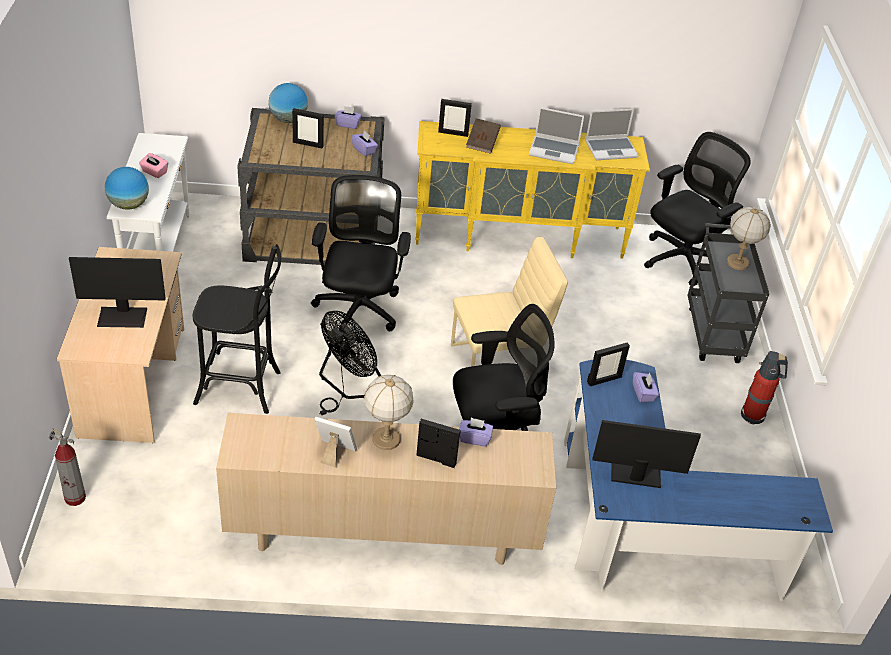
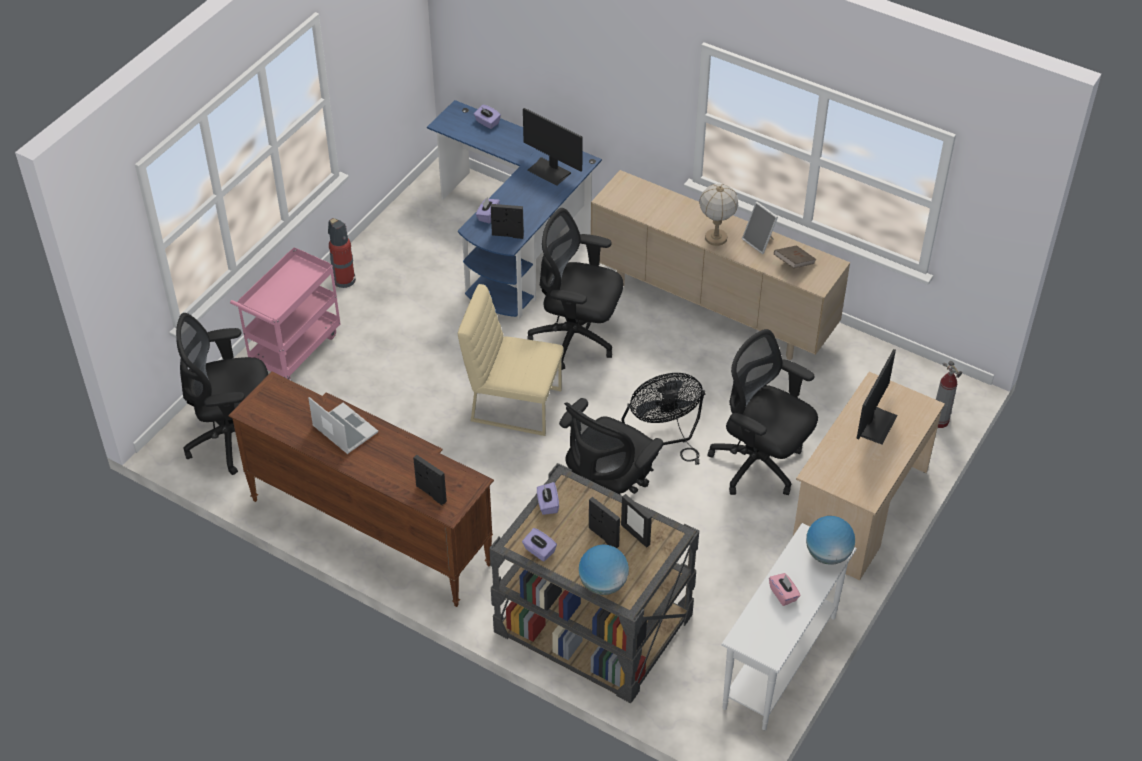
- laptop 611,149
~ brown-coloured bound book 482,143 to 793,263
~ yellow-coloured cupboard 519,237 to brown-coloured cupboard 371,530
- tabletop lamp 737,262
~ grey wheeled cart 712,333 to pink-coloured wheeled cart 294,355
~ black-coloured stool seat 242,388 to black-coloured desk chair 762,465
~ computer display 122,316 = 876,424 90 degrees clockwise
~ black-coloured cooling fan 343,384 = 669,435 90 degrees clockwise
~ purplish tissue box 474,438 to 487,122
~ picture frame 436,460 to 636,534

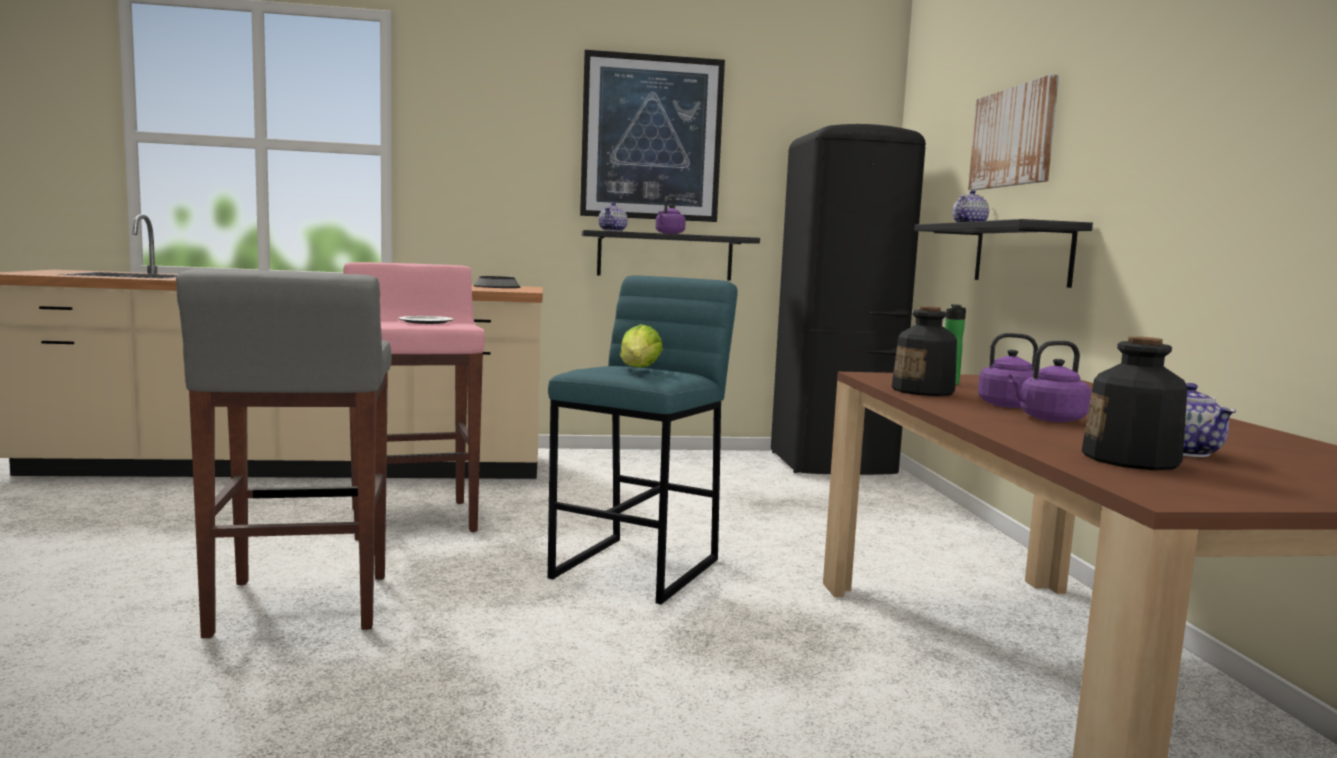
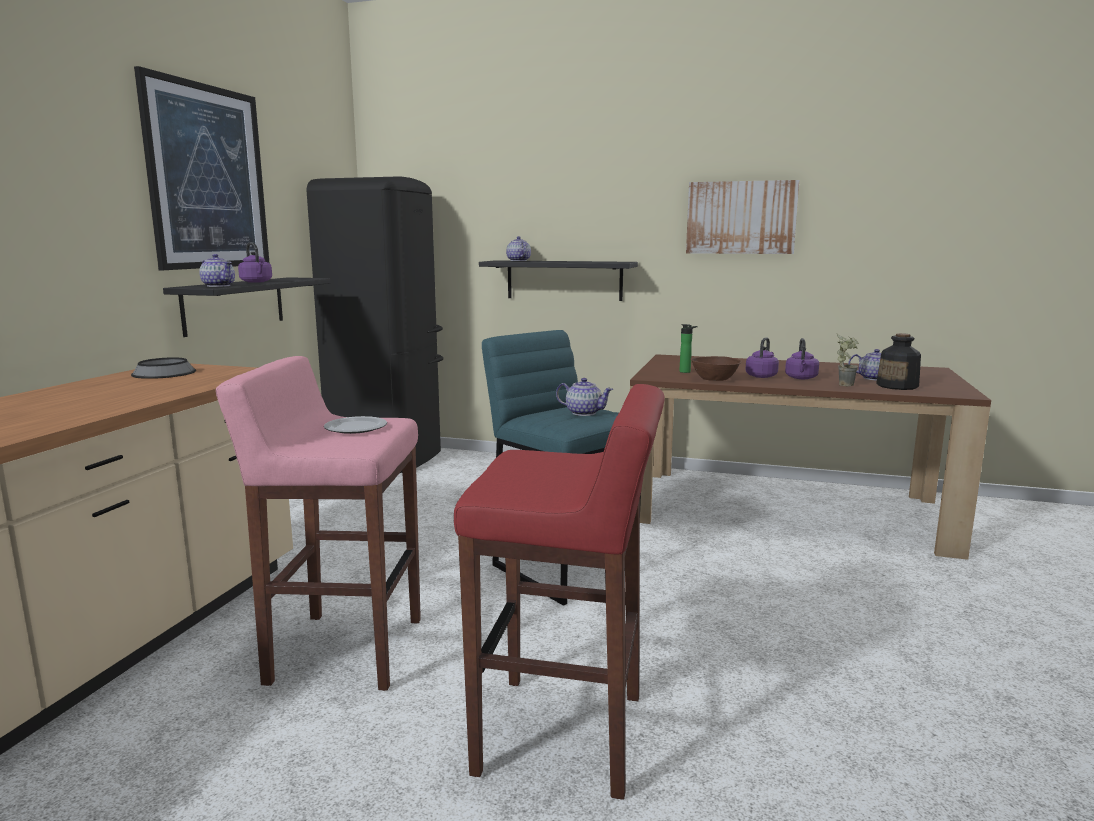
~ wall picture 1013,137 to 741,217
~ grey stool seat 300,607 to red stool seat 564,735
~ bottle 924,391 to brown-coloured bowl 715,379
~ lettuce 638,369 to pot for tea 583,412
+ potted plant 845,384

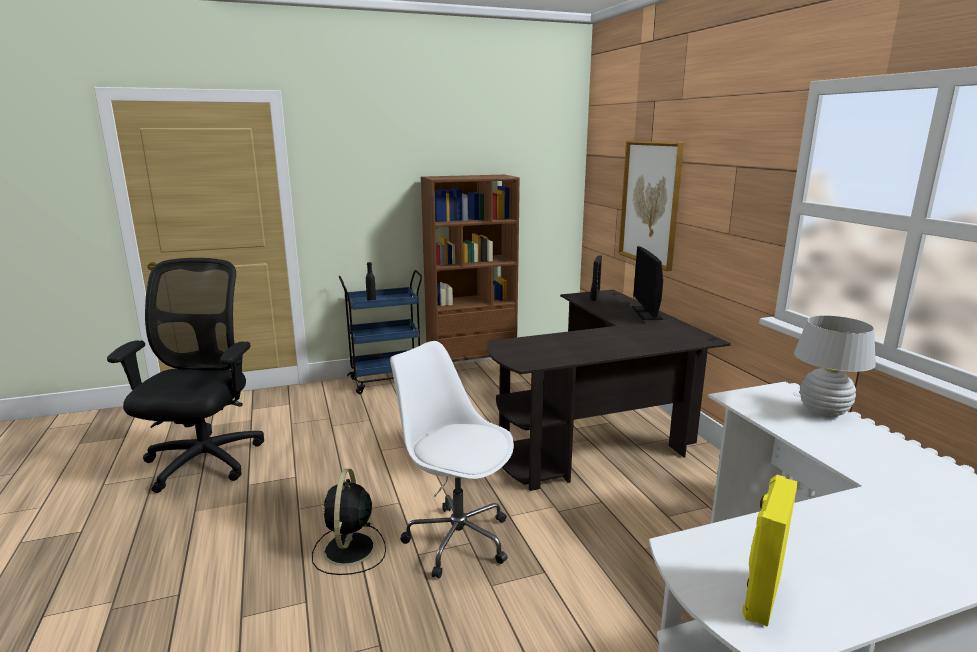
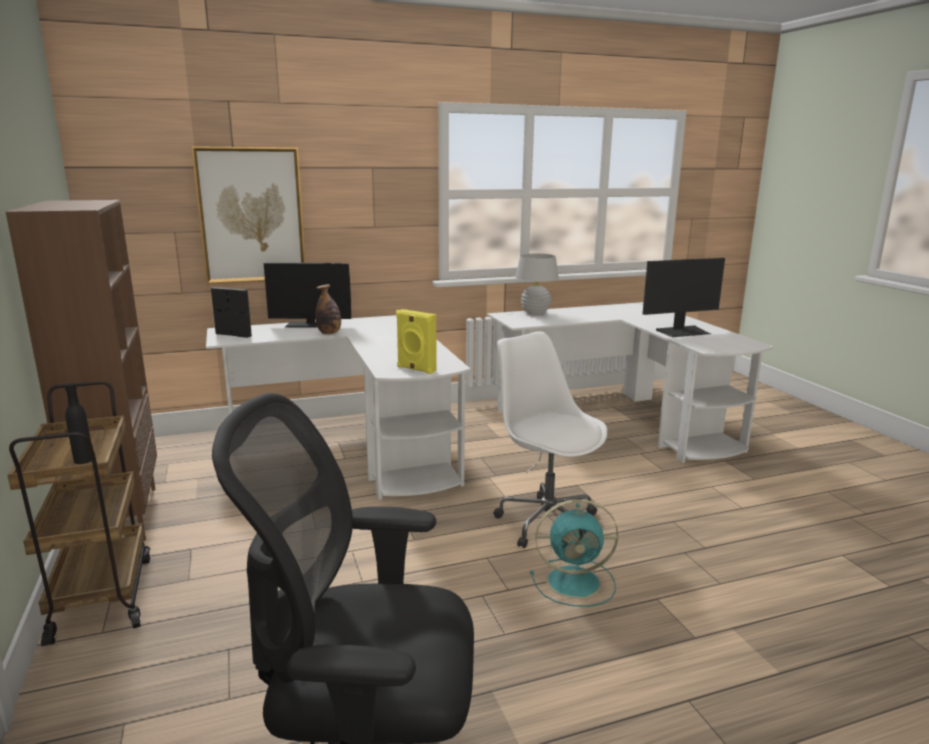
~ bluish wheeled cart 387,382 to brown-coloured wheeled cart 103,598
~ black-coloured desk unit 603,431 to white-coloured desk unit 357,446
~ white-coloured desk chair 456,539 = 545,522 105 degrees clockwise
~ black-coloured cooling fan 349,550 to turquoise cooling fan 576,582
~ yellow-coloured speaker 760,595 to 415,369
+ computer display 683,331
+ bottle 329,333

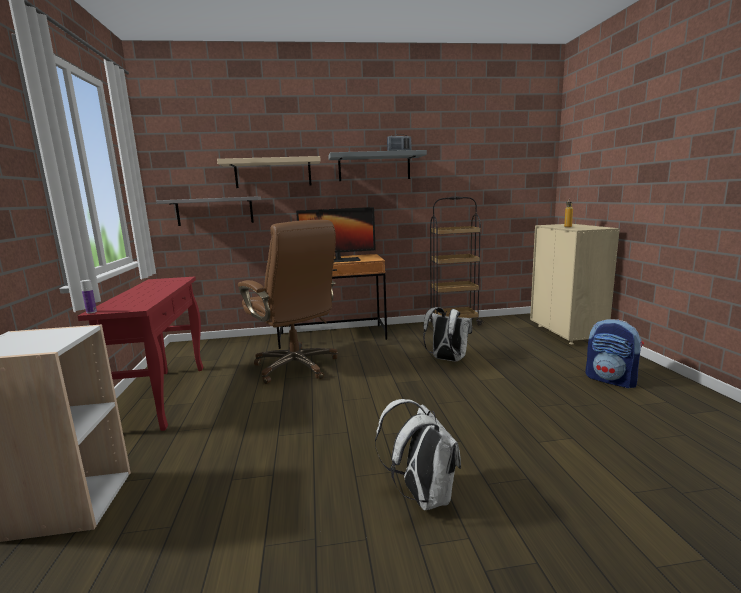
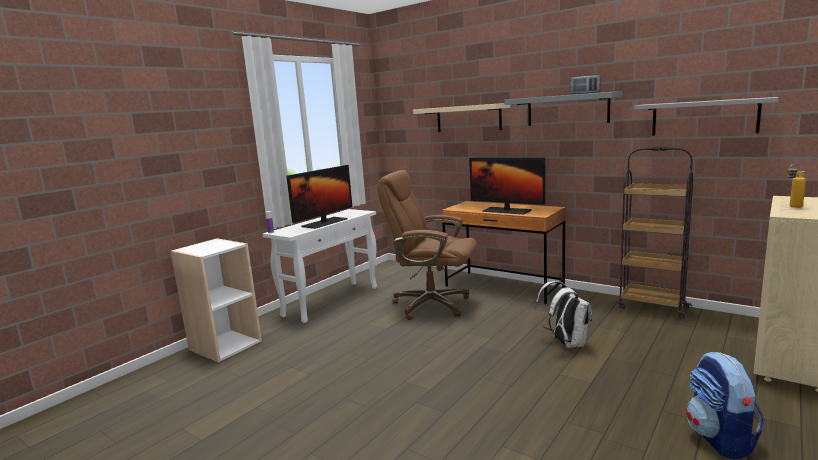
~ grey shelf 215,211 to 704,117
~ brown-coloured desk chair 294,366 = 433,305 105 degrees clockwise
~ red console table 164,397 to white-coloured console table 332,301
- white-coloured backpack 422,496
+ computer display 325,223

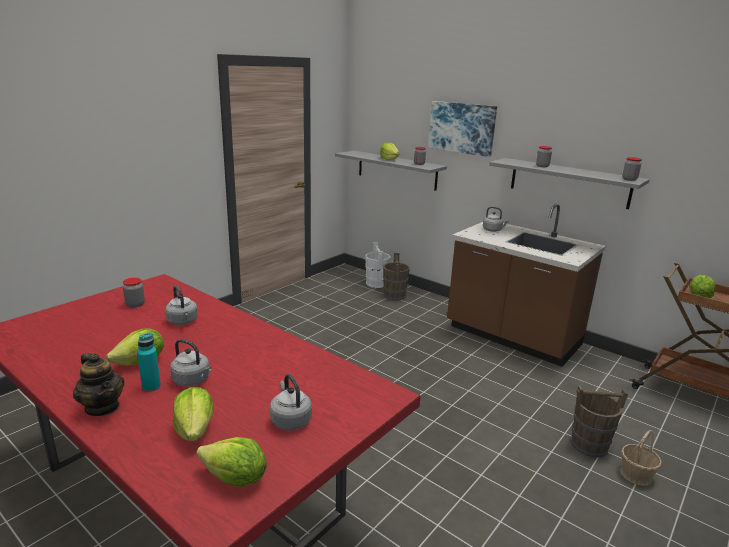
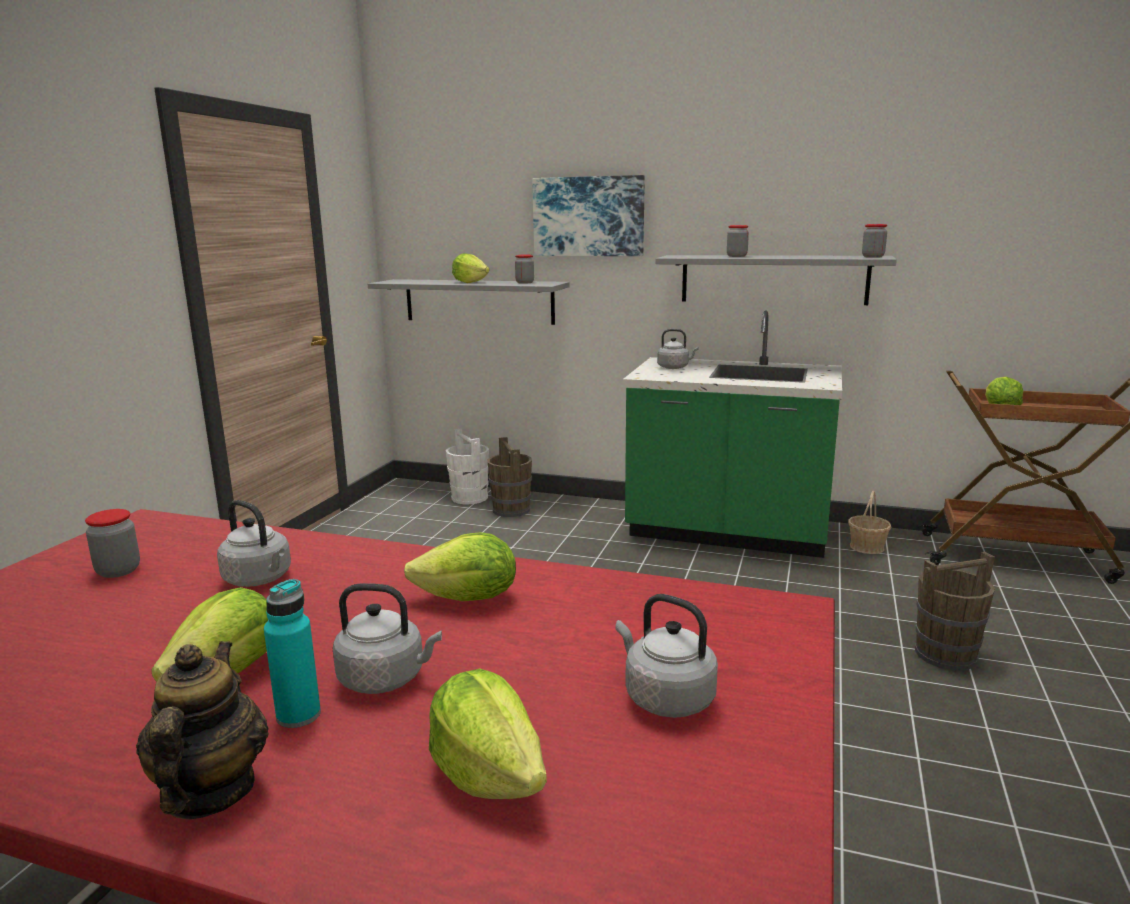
~ brown-coloured counter 512,337 to greenish counter 727,533
~ pot for tea 103,407 = 210,792 120 degrees counterclockwise
~ storage basket 636,474 to 867,547
~ lettuce 235,479 to 469,599

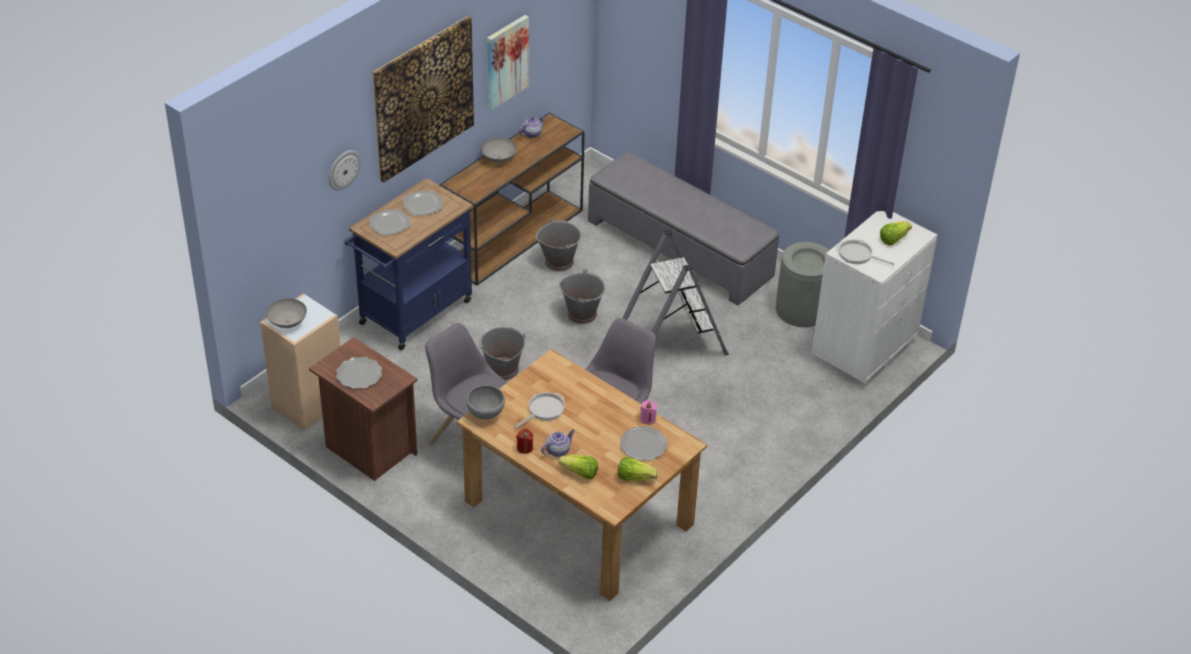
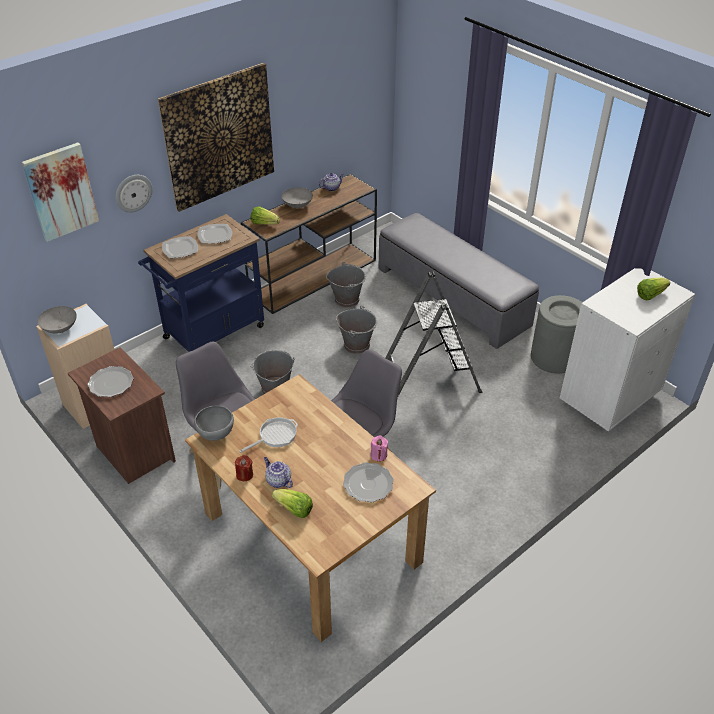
~ wall picture 506,61 to 61,191
- skillet 857,255
~ pot for tea 558,450 = 278,481 105 degrees counterclockwise
~ lettuce 634,477 to 264,223

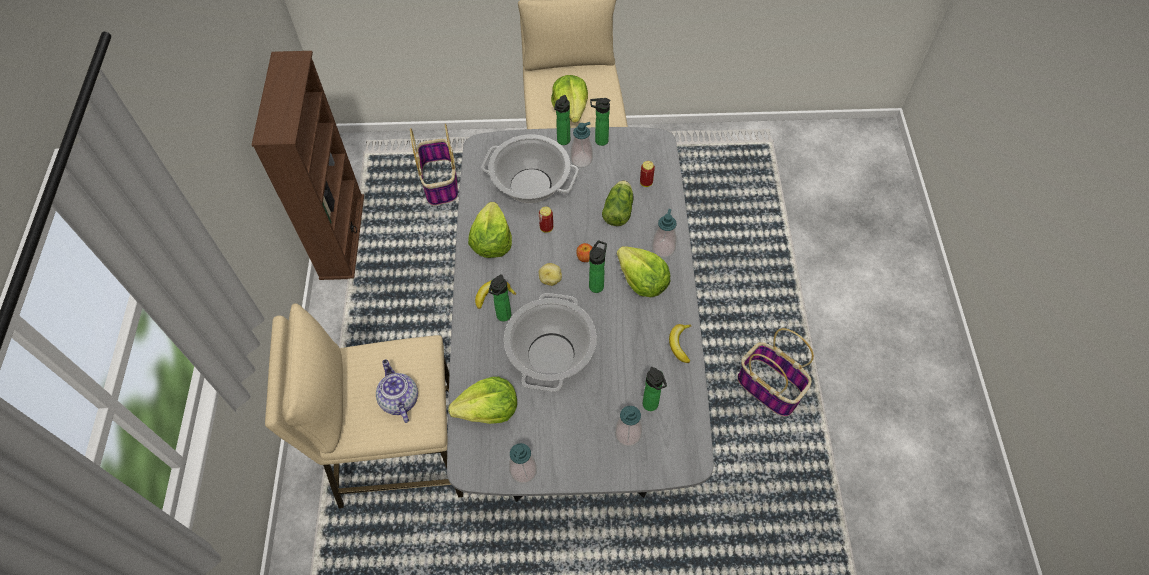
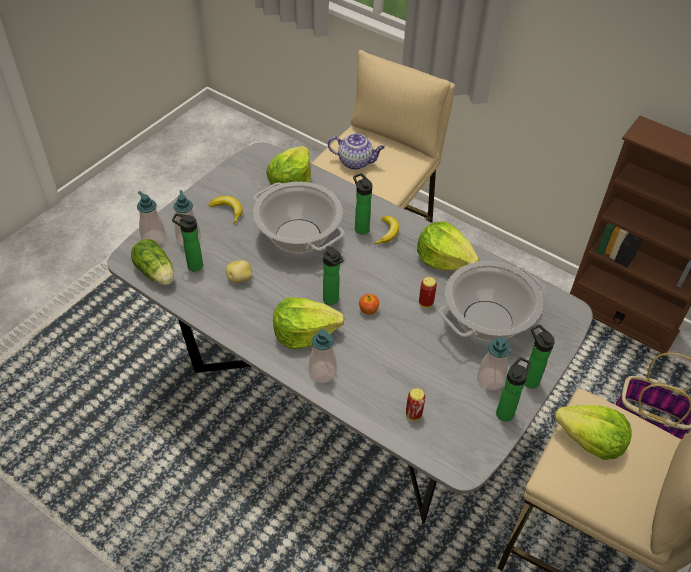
~ lettuce 619,209 to 156,274
~ spud 550,279 to 240,278
~ banana fruit 680,344 to 228,211
- storage basket 770,388
~ soap dispenser 523,471 to 154,239

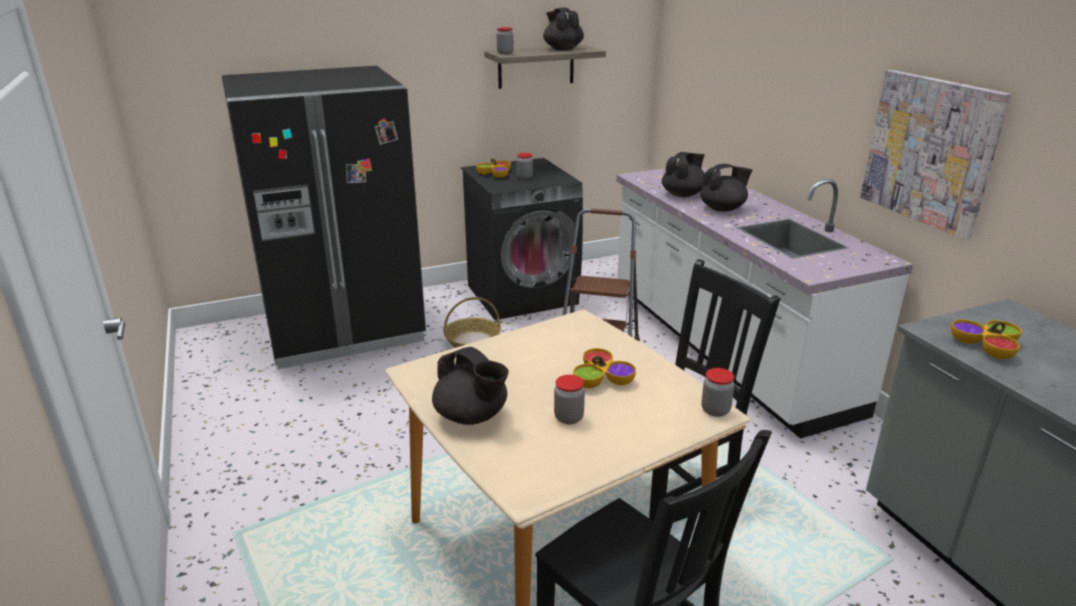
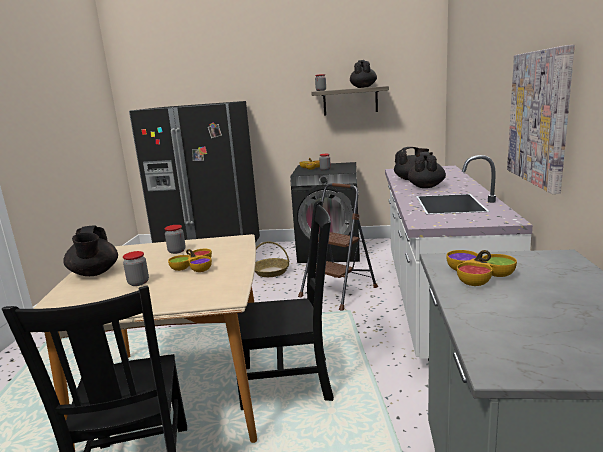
~ black-coloured pot for tea 723,209 = 426,186 90 degrees counterclockwise
~ preserve jar 715,410 to 177,251

